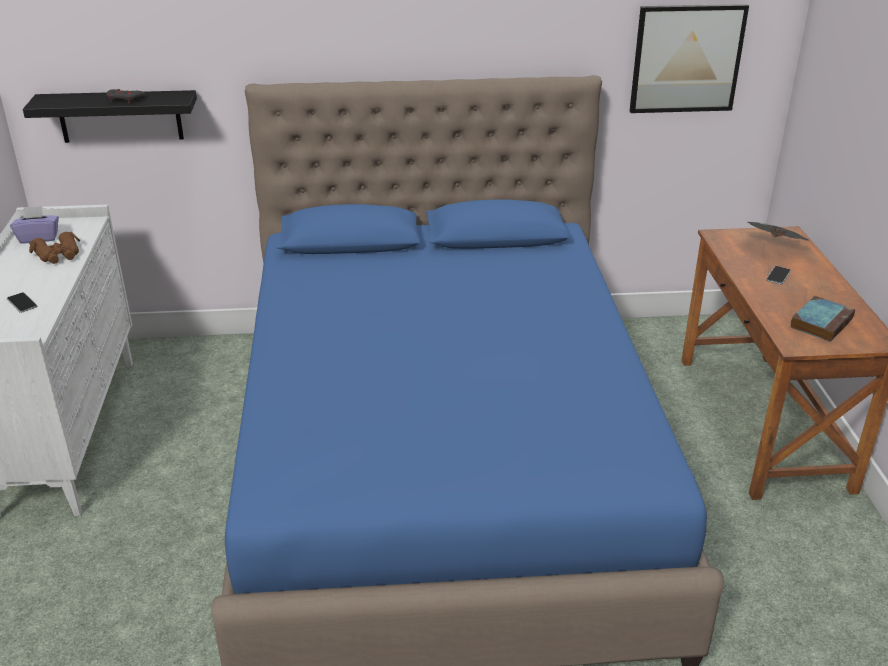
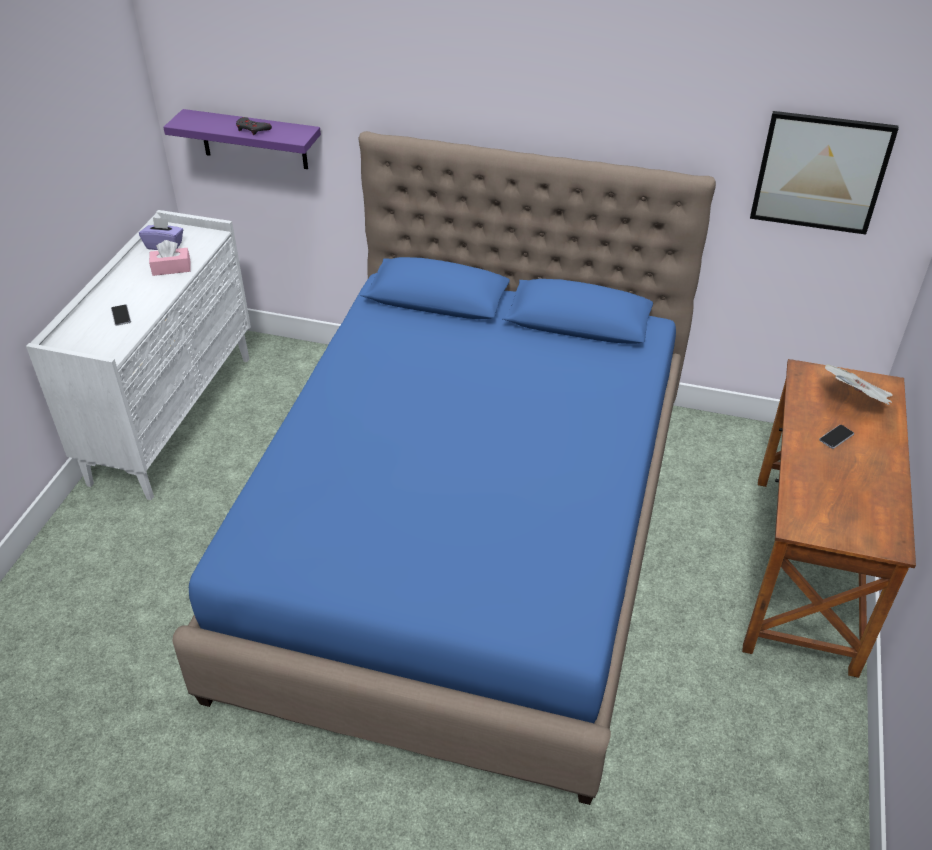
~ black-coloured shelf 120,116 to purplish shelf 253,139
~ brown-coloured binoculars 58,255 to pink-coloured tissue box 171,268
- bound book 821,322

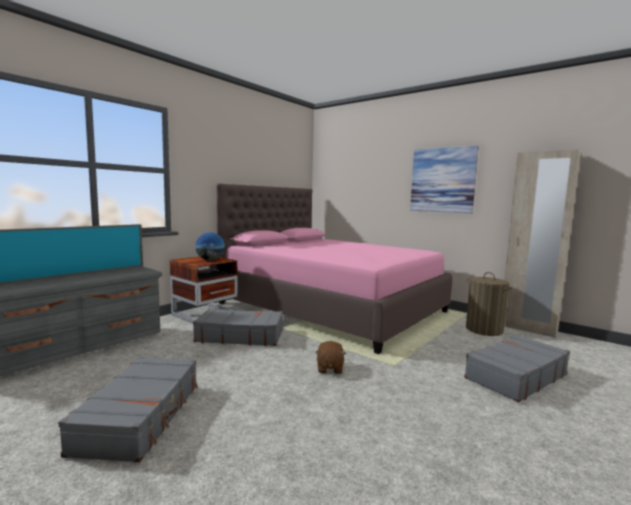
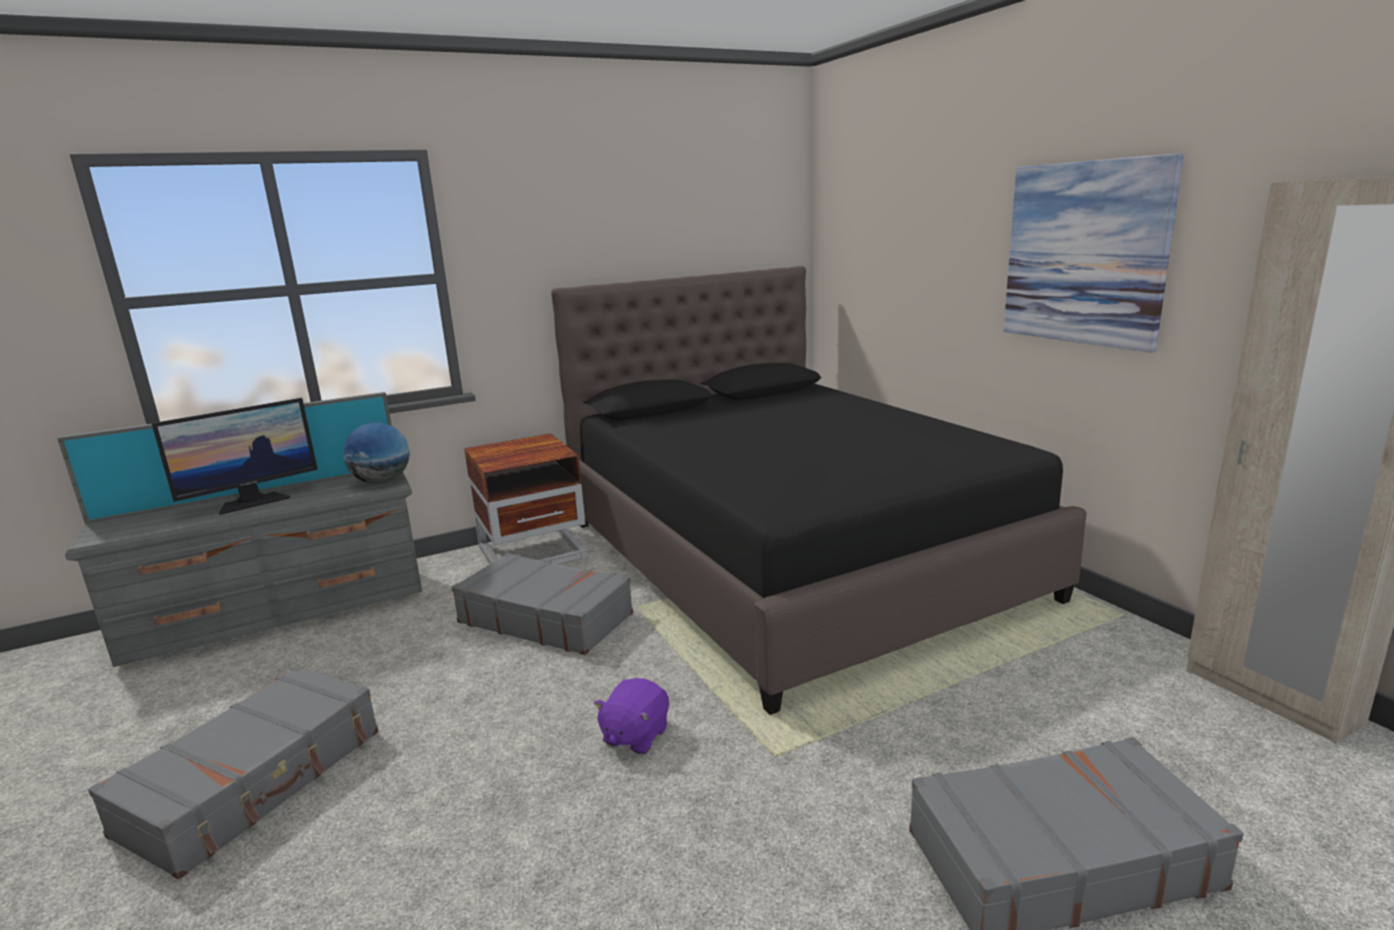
~ pink-coloured sleeping bed 331,307 to black-coloured sleeping bed 789,558
~ world globe 210,260 to 382,482
- hamper 484,330
~ brown-coloured plush toy 329,368 to purplish plush toy 635,735
+ computer display 252,502

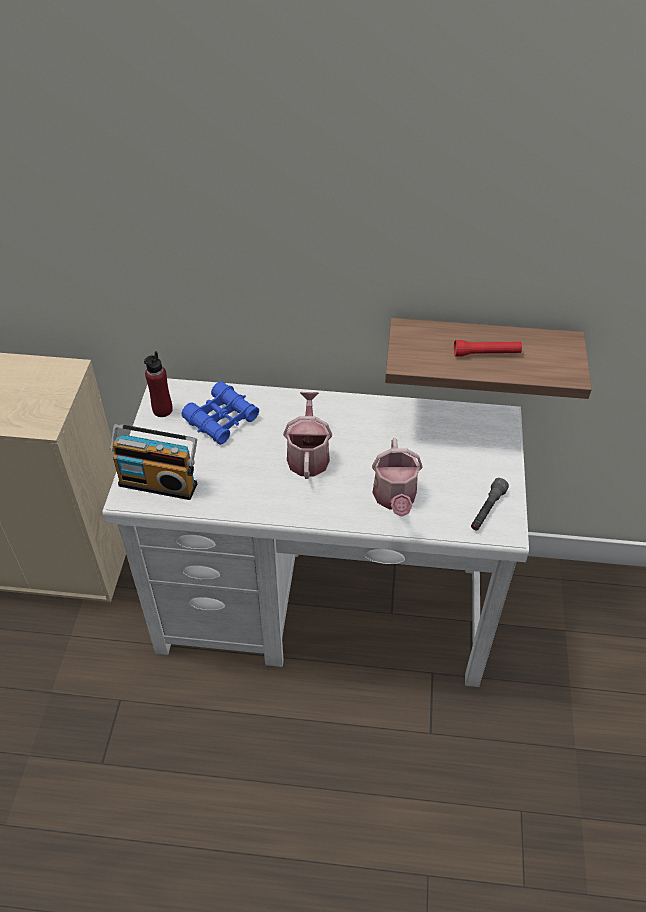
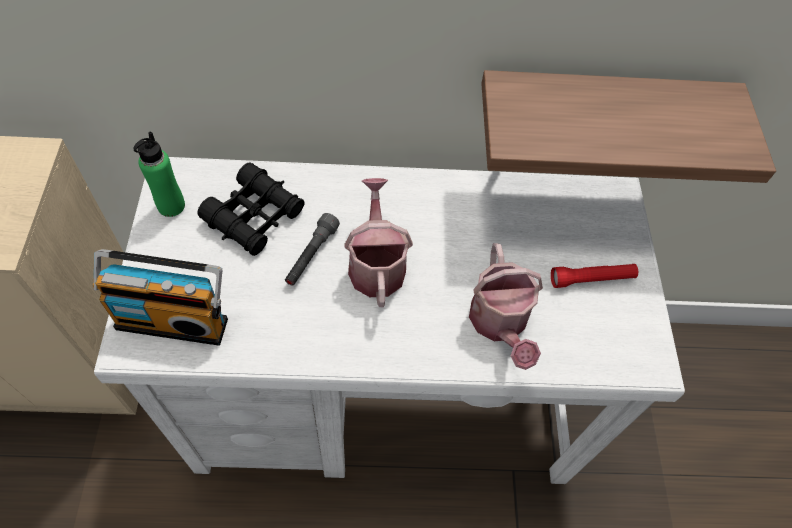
~ red hand torch 486,353 to 591,279
~ red bottle 162,410 to greenish bottle 171,206
~ bluish binoculars 222,419 to black-coloured binoculars 254,216
~ grey hand torch 487,510 to 311,255

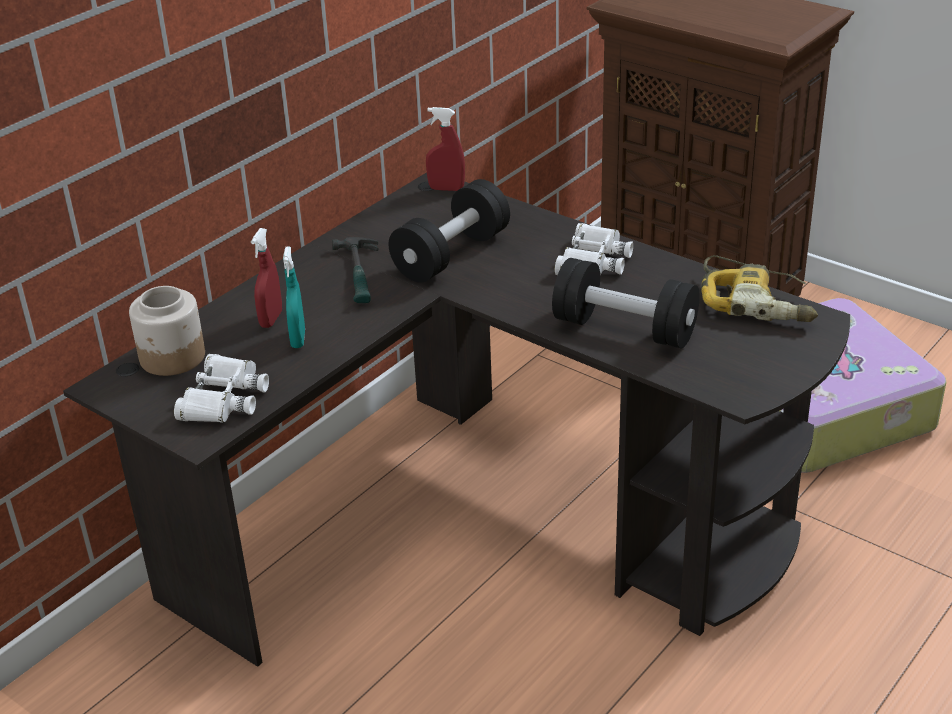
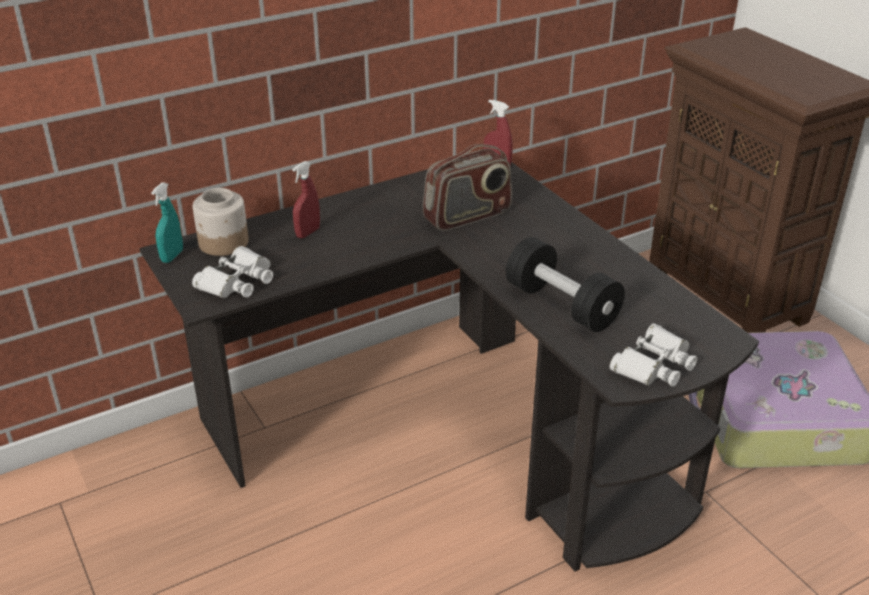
~ black-coloured hand weight 451,255 to radio set 467,216
~ white-coloured binoculars 593,261 to 653,364
- tool hammer 360,275
~ turquoise spray bottle 298,339 to 172,256
- drill 757,302

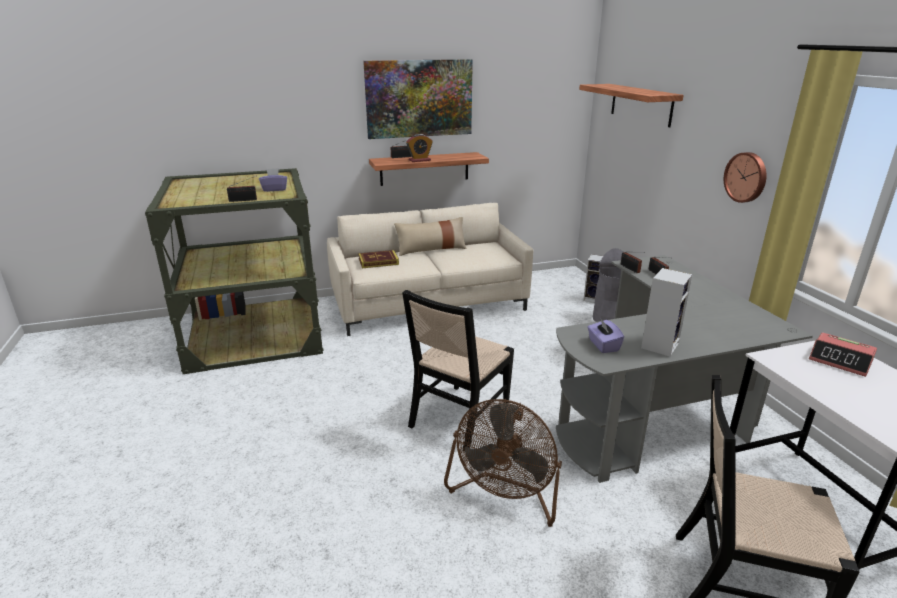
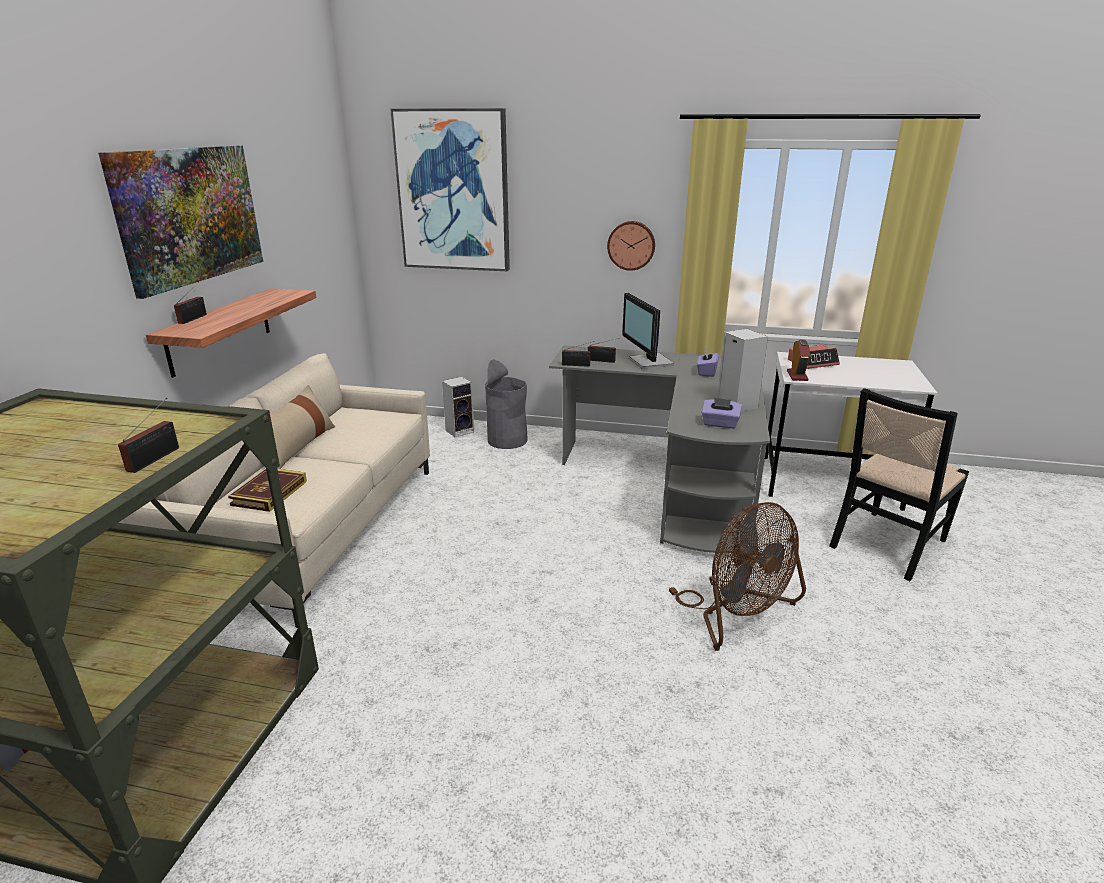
~ shelf 641,104 to wall picture 453,191
~ table clock 419,160 to 797,376
~ purplish tissue box 274,189 to 706,372
- upright chair 459,417
+ computer display 649,362

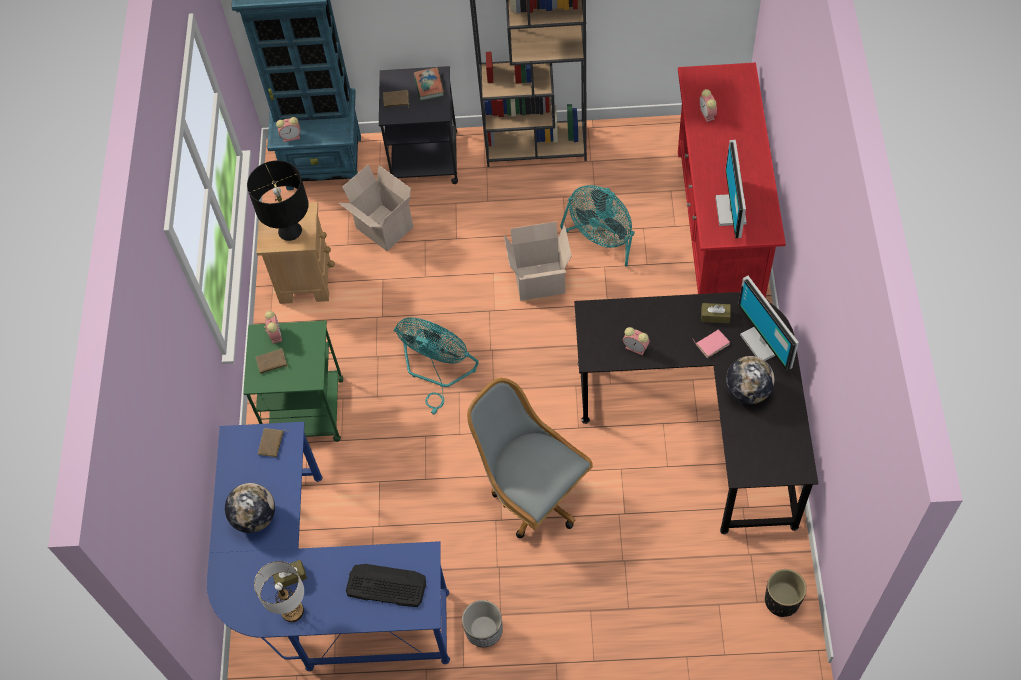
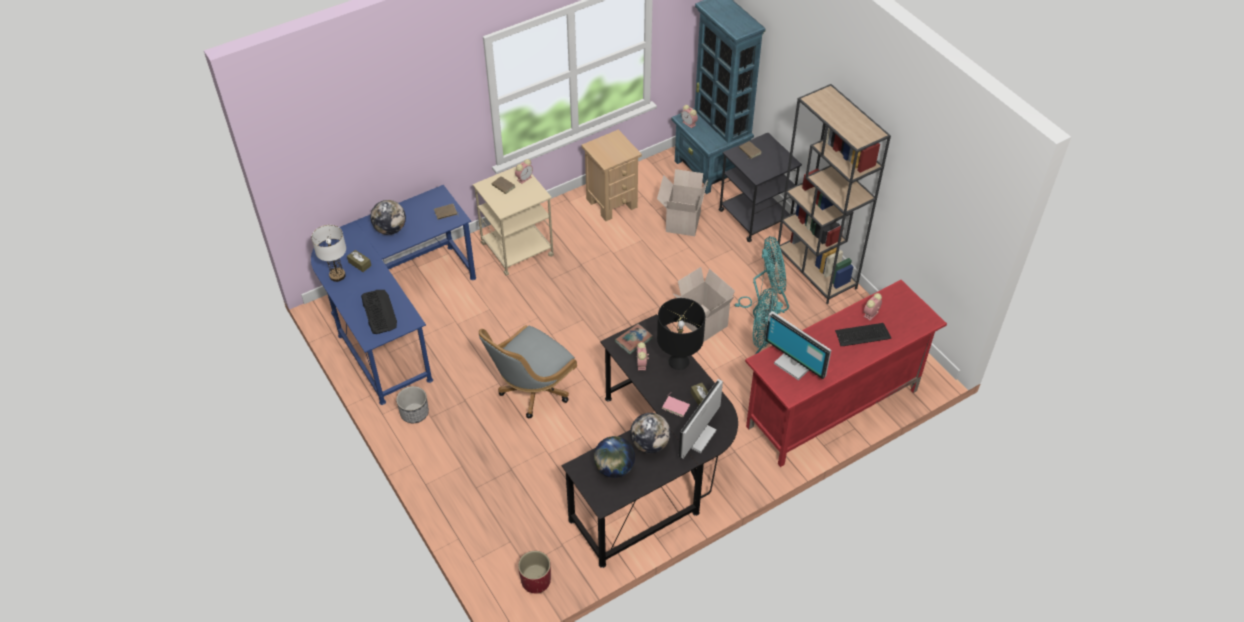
~ bound book 429,86 to 633,340
~ computer display 732,210 = 794,364 105 degrees counterclockwise
~ black-coloured tabletop lamp 290,232 to 679,363
~ turquoise cooling fan 435,372 to 765,292
~ greenish wheeled cart 306,409 to sand-coloured wheeled cart 518,248
~ grey desk chair 531,494 = 530,394 150 degrees counterclockwise
~ black-coloured flower pot 782,600 to red flower pot 536,581
+ computer keyboard 862,335
+ world globe 614,468

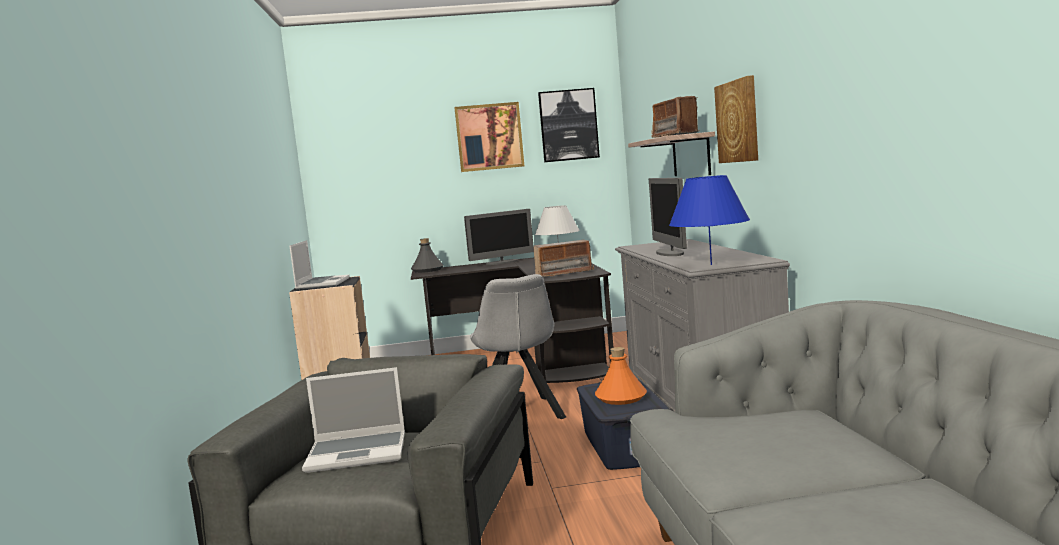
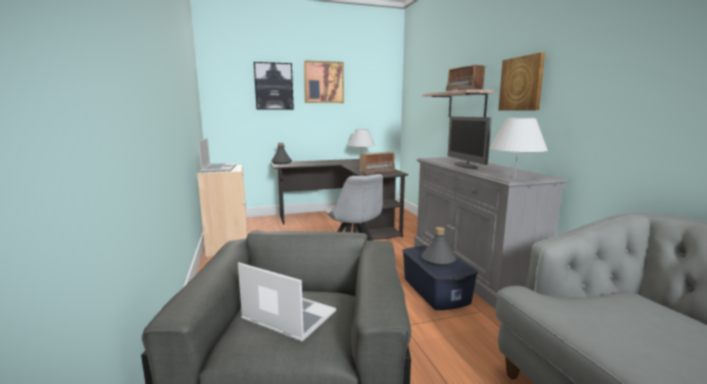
~ wall picture 568,125 to 273,86
~ bluish tabletop lamp 711,264 to white-coloured tabletop lamp 514,177
- computer display 502,262
~ orangey bottle 621,398 to grey bottle 438,260
~ laptop 358,452 = 287,317 135 degrees counterclockwise

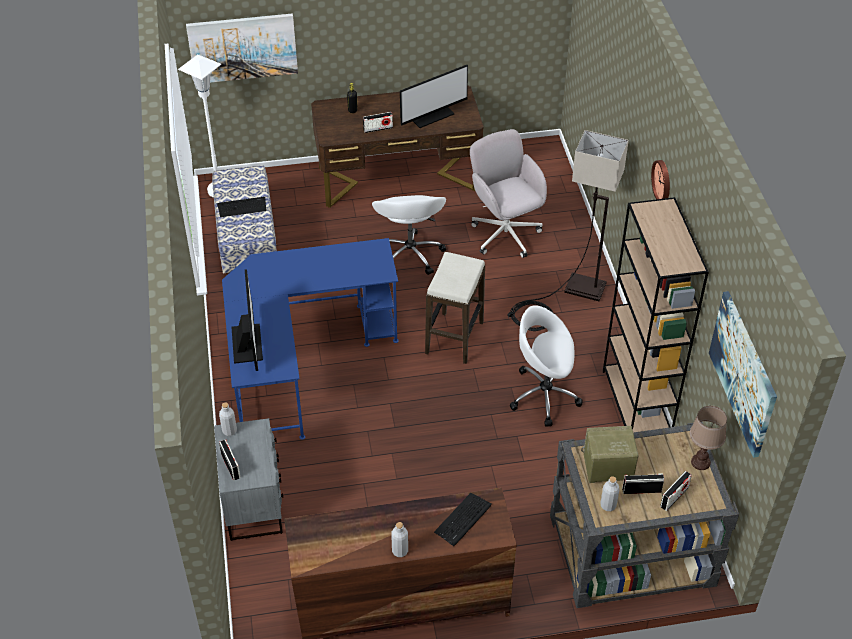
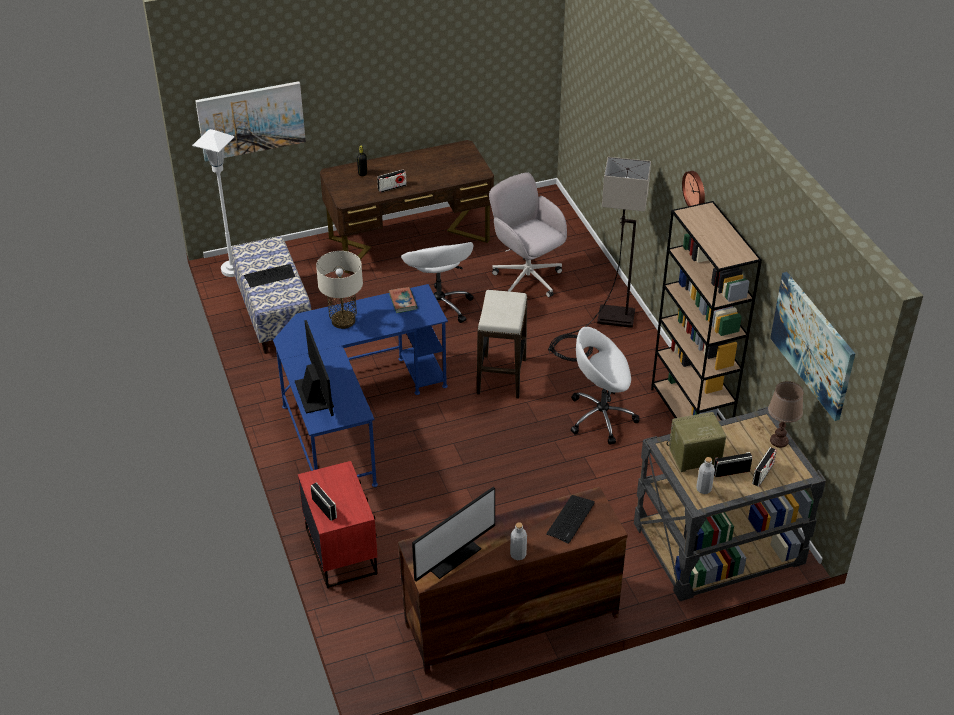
~ computer display 431,115 to 450,555
- grey bottle 229,431
~ grey night table 254,503 to red night table 342,551
+ tabletop lamp 343,321
+ bound book 403,302

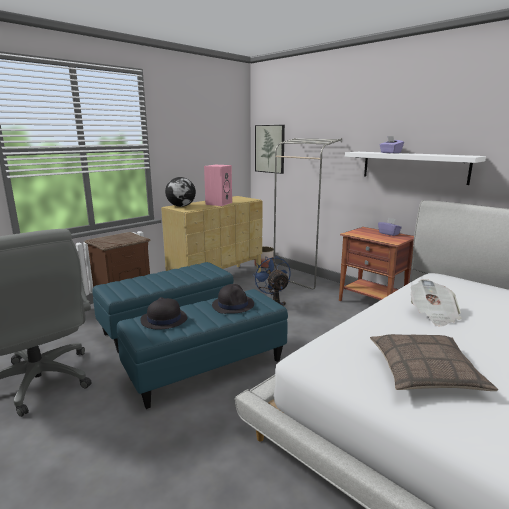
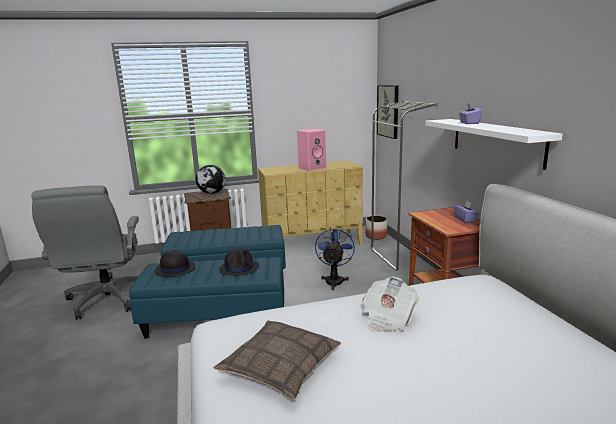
~ world globe 181,206 to 212,193

